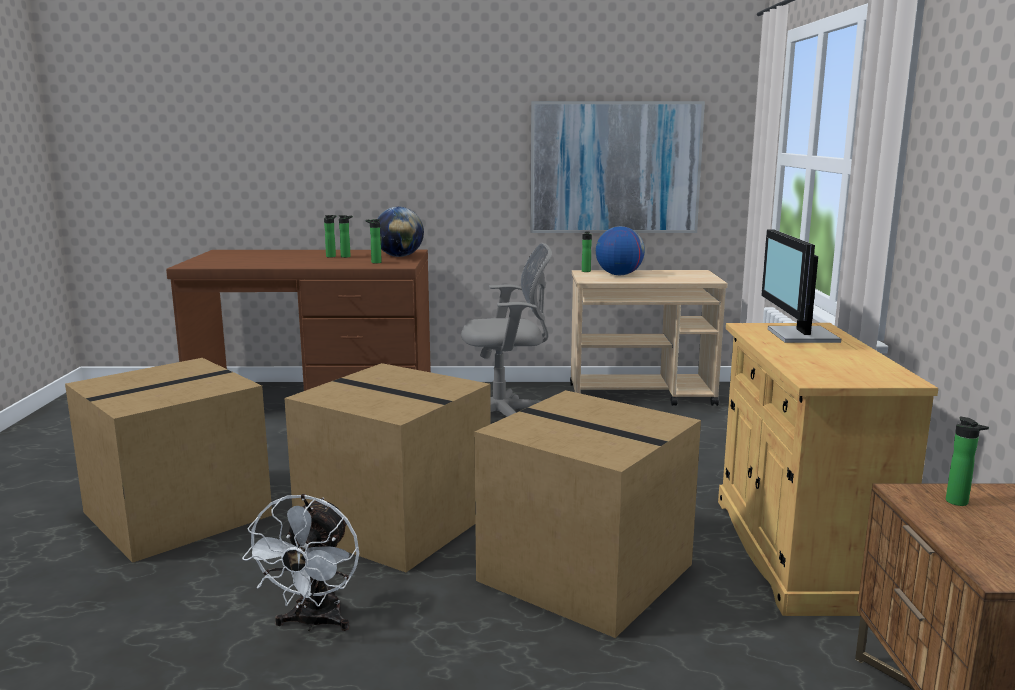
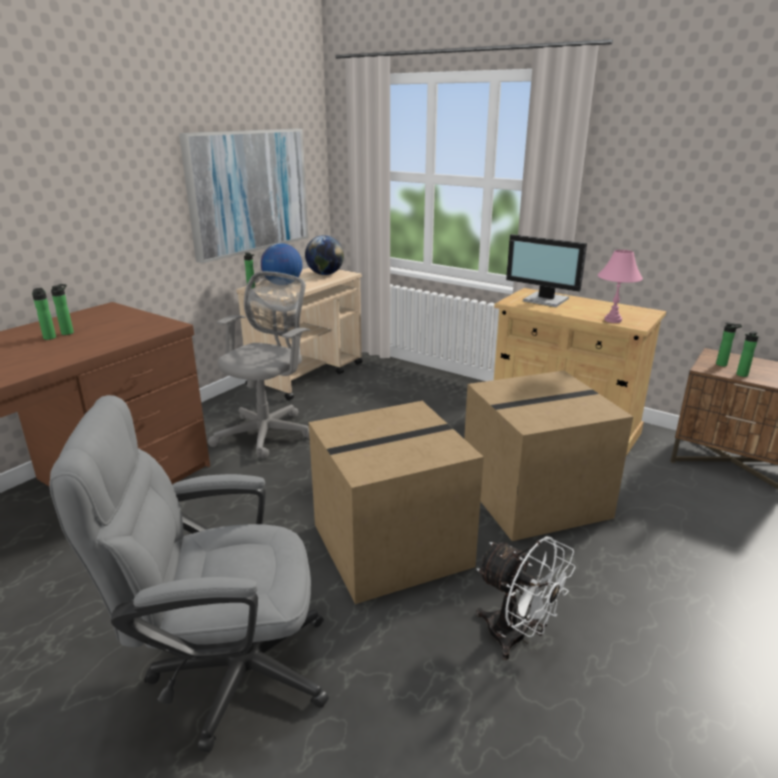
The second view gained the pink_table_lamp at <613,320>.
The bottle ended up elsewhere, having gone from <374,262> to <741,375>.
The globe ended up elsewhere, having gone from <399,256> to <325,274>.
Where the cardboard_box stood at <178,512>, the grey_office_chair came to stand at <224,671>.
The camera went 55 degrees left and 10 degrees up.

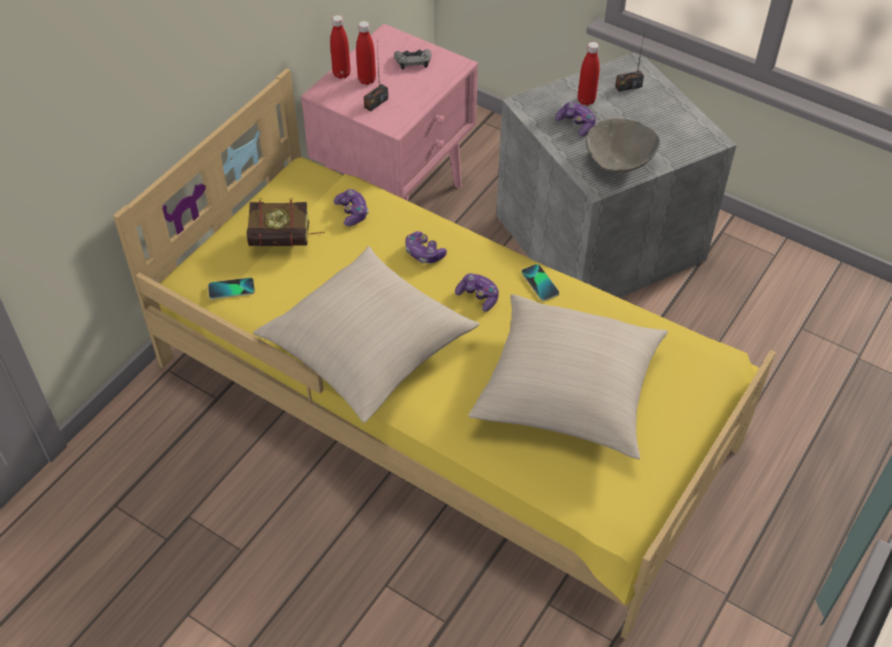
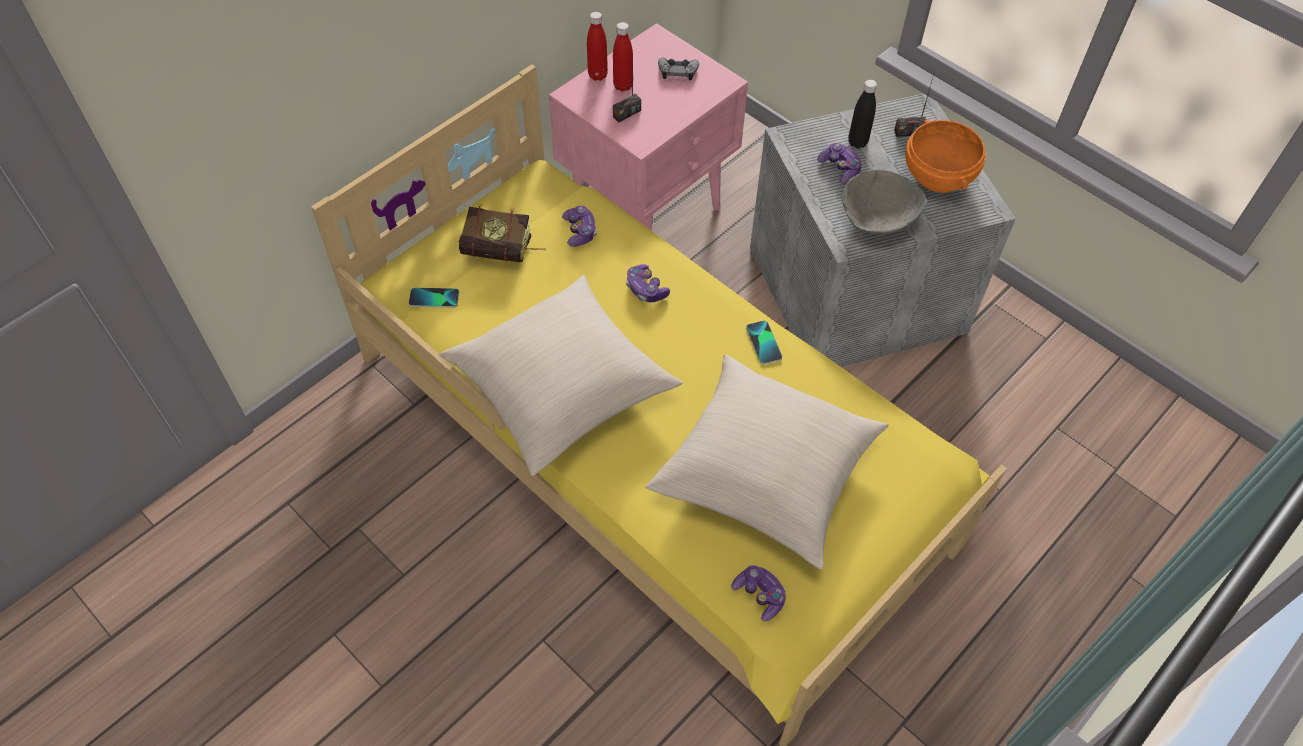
The second view gained the orange_bowl at <939,177>.
The game_controller ended up elsewhere, having gone from <478,297> to <759,595>.
What was the red_bottle at <586,100> turned into the black_bottle at <857,142>.
The camera went 10 degrees right and 5 degrees up.

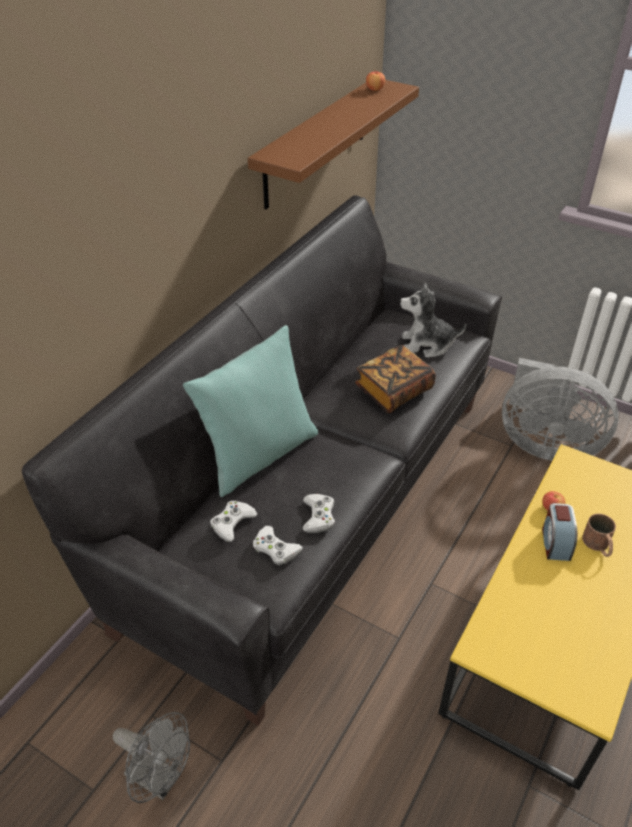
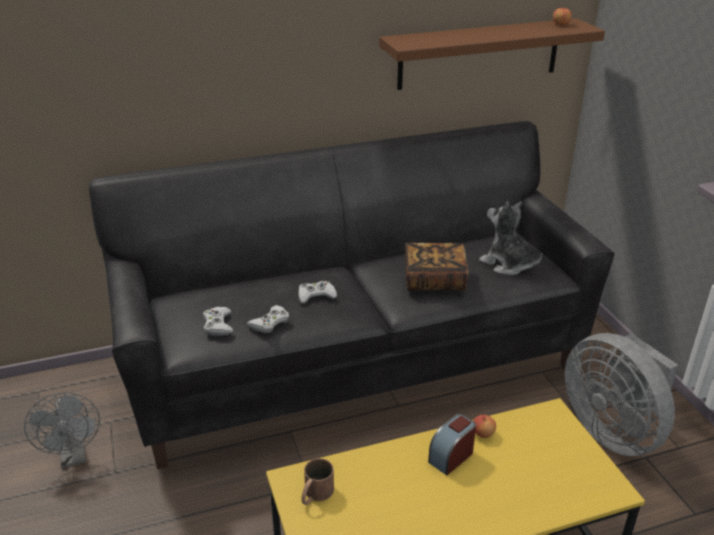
The second view lost the turquoise_pillow at <259,455>.
The white_game_controller ended up elsewhere, having gone from <232,523> to <316,295>.
The brown_mug ended up elsewhere, having gone from <598,545> to <315,494>.
The camera went 40 degrees right and 10 degrees down.

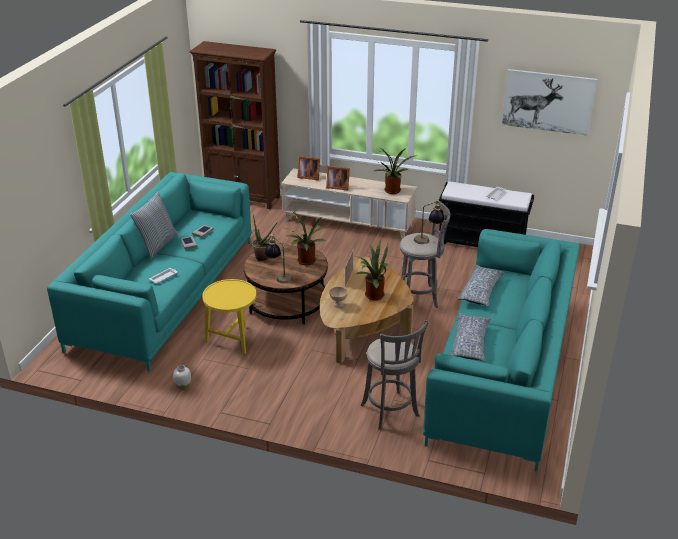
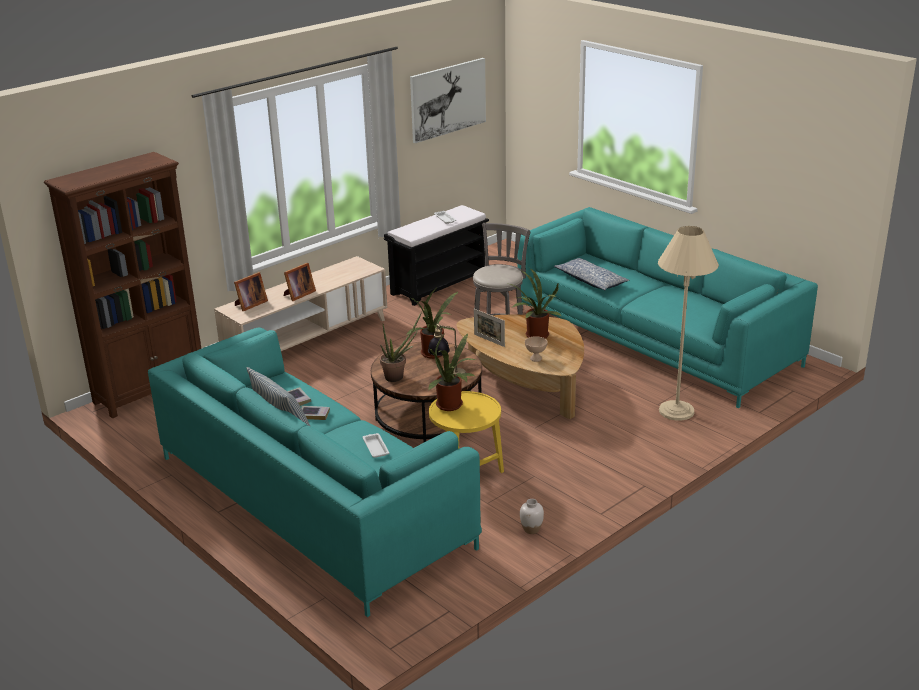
The second view lost the table_lamp at <428,240>.
The second view lost the pillow at <470,343>.
The potted_plant ended up elsewhere, having gone from <392,191> to <451,406>.
Where the grey_stool stood at <391,412>, the beige_floor_lamp came to stand at <676,411>.
The camera went 60 degrees left and 5 degrees down.

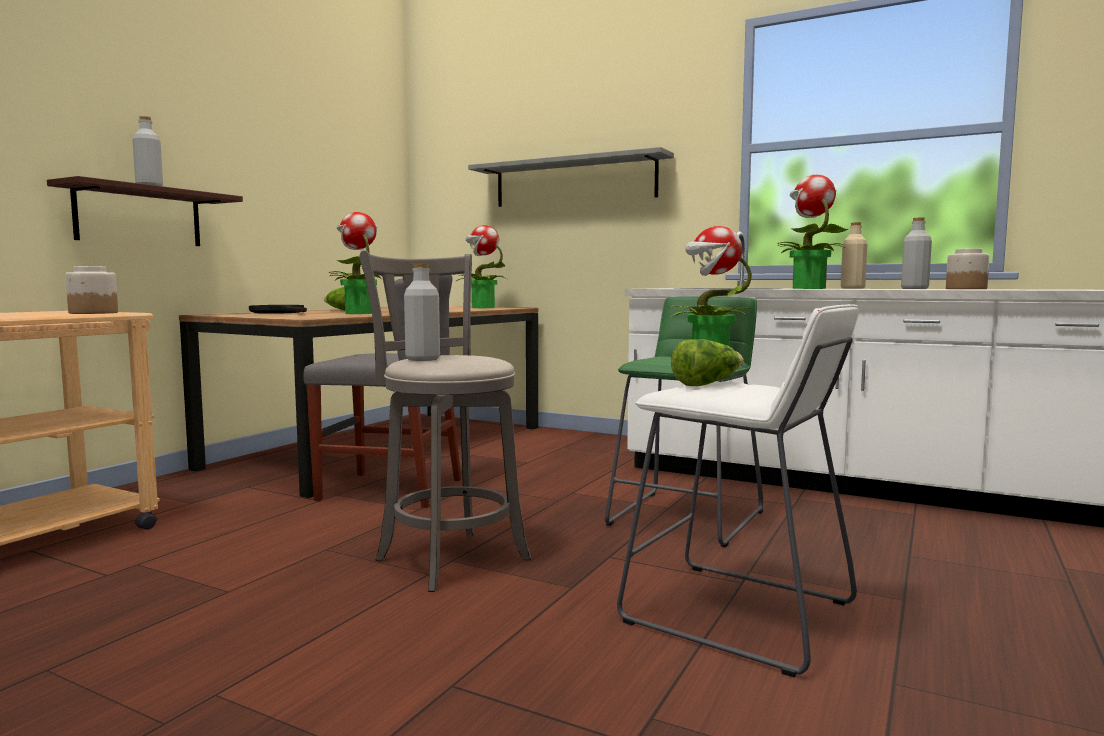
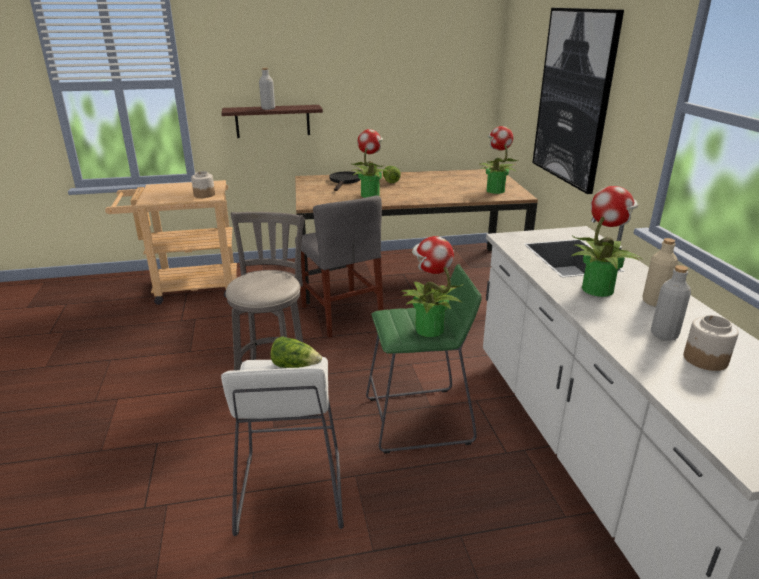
The second view lost the grey_bottle at <422,359>.
Where the grey_shelf hung at <574,182>, the picture came to hang at <574,98>.
The camera went 50 degrees right and 20 degrees up.

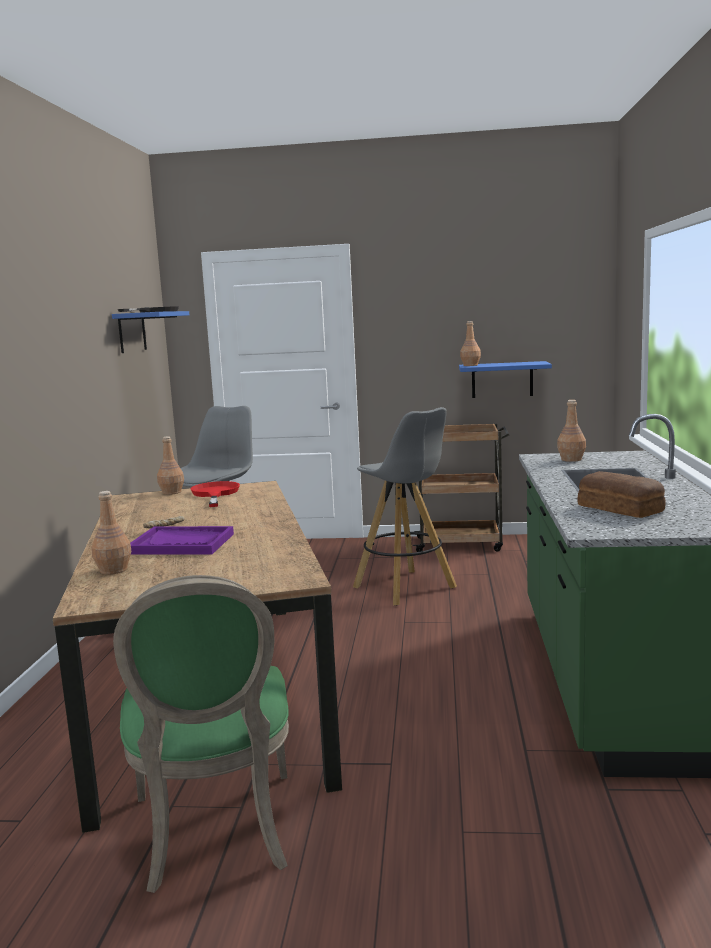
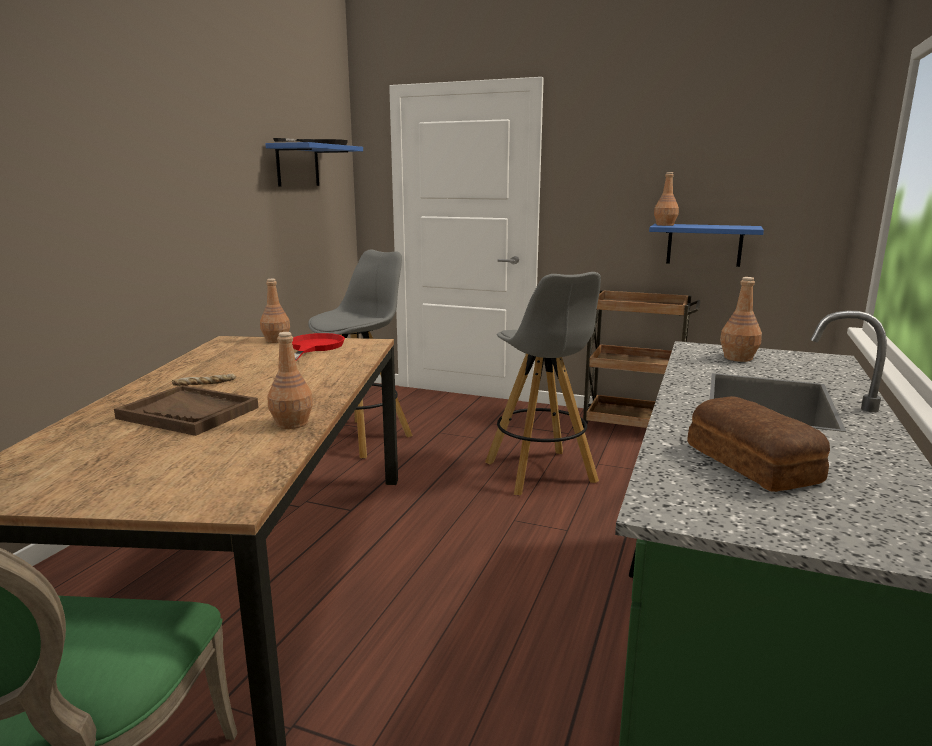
The brown_bottle ended up elsewhere, having gone from <113,570> to <291,423>.
What was the purple_tray at <182,544> turned into the brown_tray at <189,413>.
The camera went 15 degrees right and 5 degrees up.

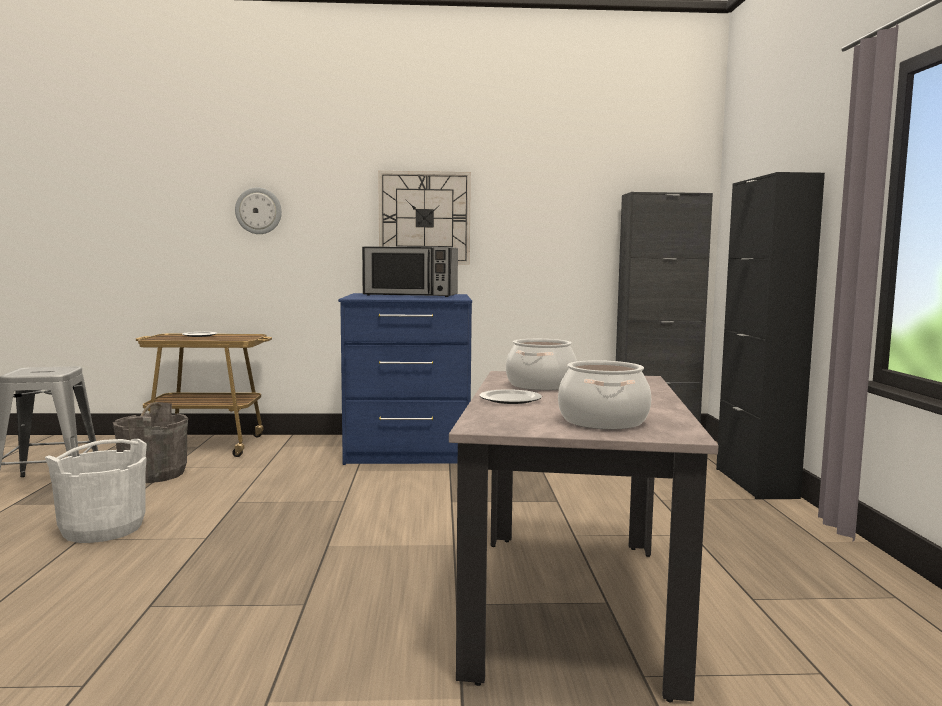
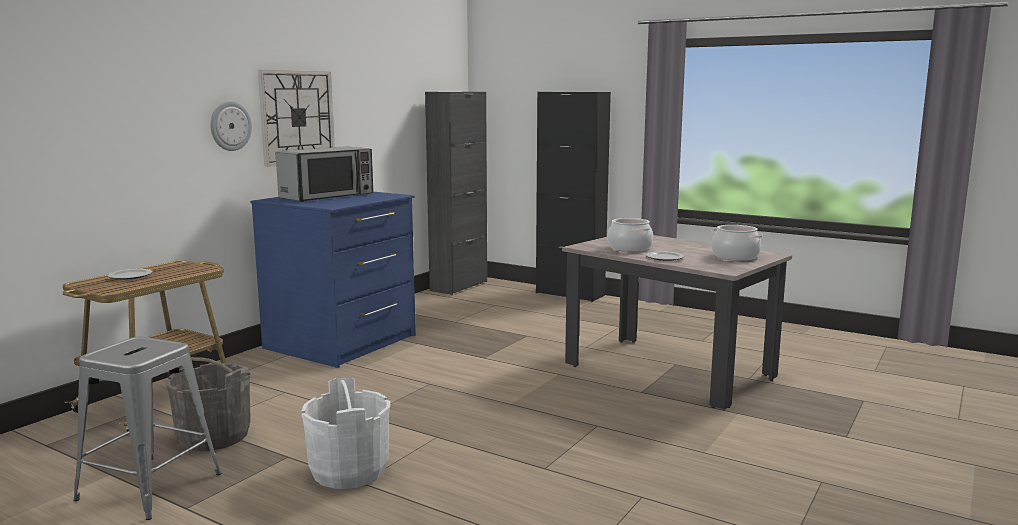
The wall_clock ended up elsewhere, having gone from <258,211> to <230,126>.
The camera went 55 degrees left and 5 degrees up.

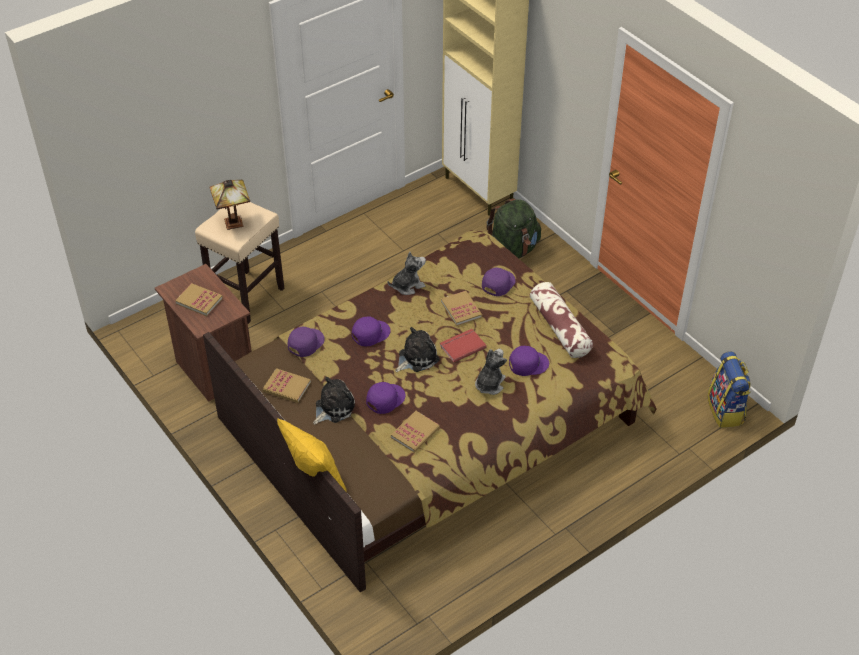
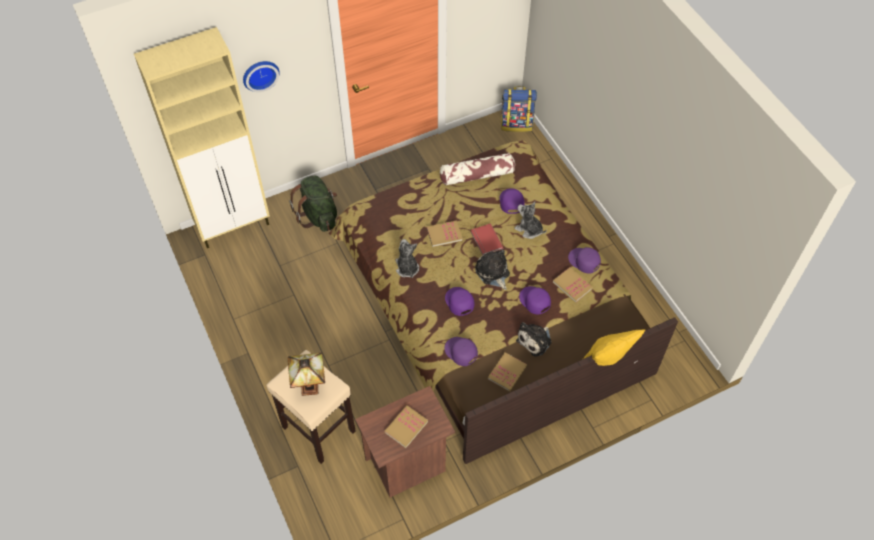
The second view gained the wall_clock at <260,74>.
The purple_cap ended up elsewhere, having gone from <497,283> to <584,261>.
The plush_toy at <334,407> ended up facing another way, 105 degrees counterclockwise from before.
The camera went 80 degrees left and 10 degrees up.

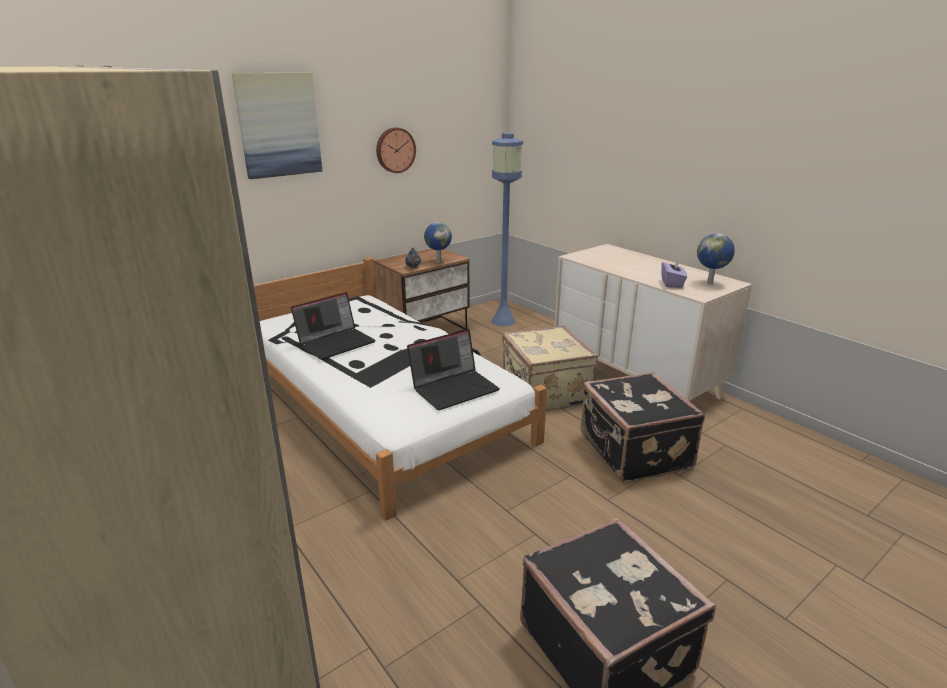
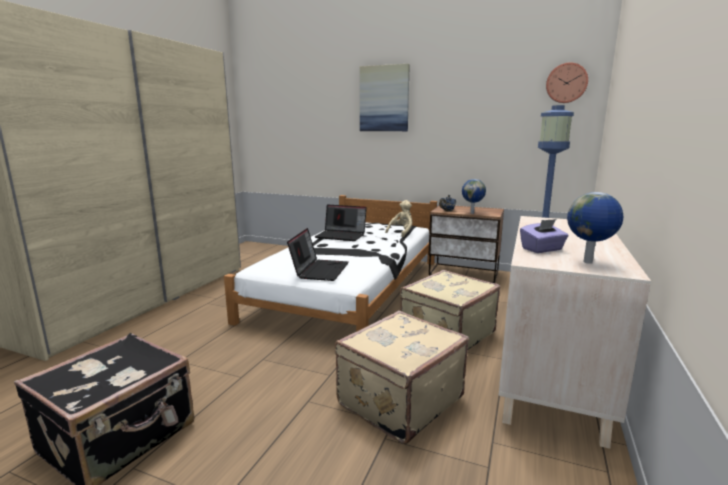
The second view gained the beige_plush_toy at <401,232>.
The wall_clock ended up elsewhere, having gone from <395,150> to <566,83>.
What was the black_suitcase at <633,452> turned into the beige_suitcase at <398,400>.
The laptop at <454,388> ended up facing another way, 105 degrees counterclockwise from before.
The camera went 60 degrees right and 10 degrees down.

